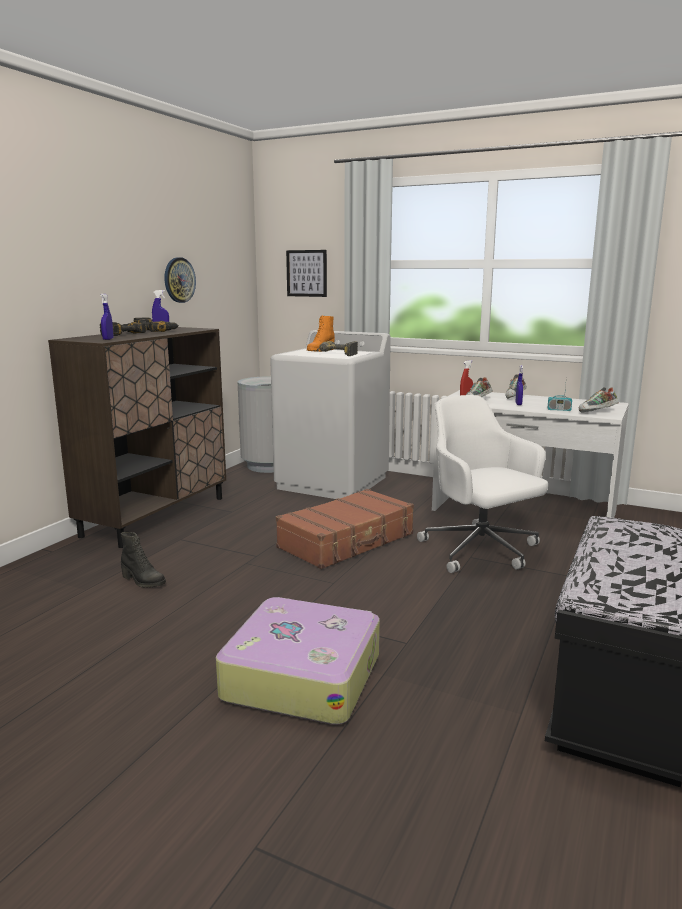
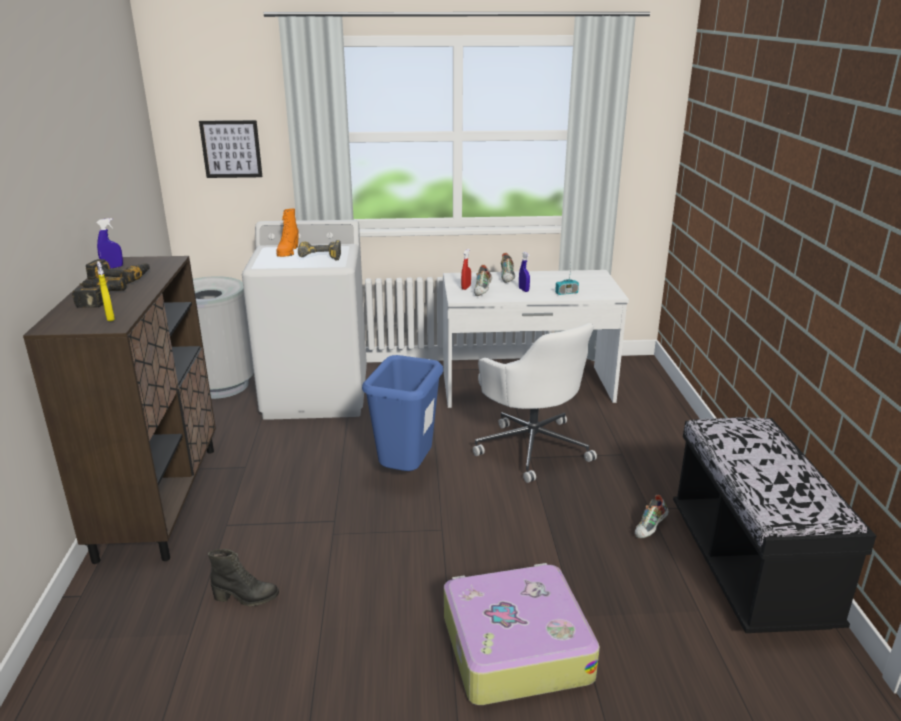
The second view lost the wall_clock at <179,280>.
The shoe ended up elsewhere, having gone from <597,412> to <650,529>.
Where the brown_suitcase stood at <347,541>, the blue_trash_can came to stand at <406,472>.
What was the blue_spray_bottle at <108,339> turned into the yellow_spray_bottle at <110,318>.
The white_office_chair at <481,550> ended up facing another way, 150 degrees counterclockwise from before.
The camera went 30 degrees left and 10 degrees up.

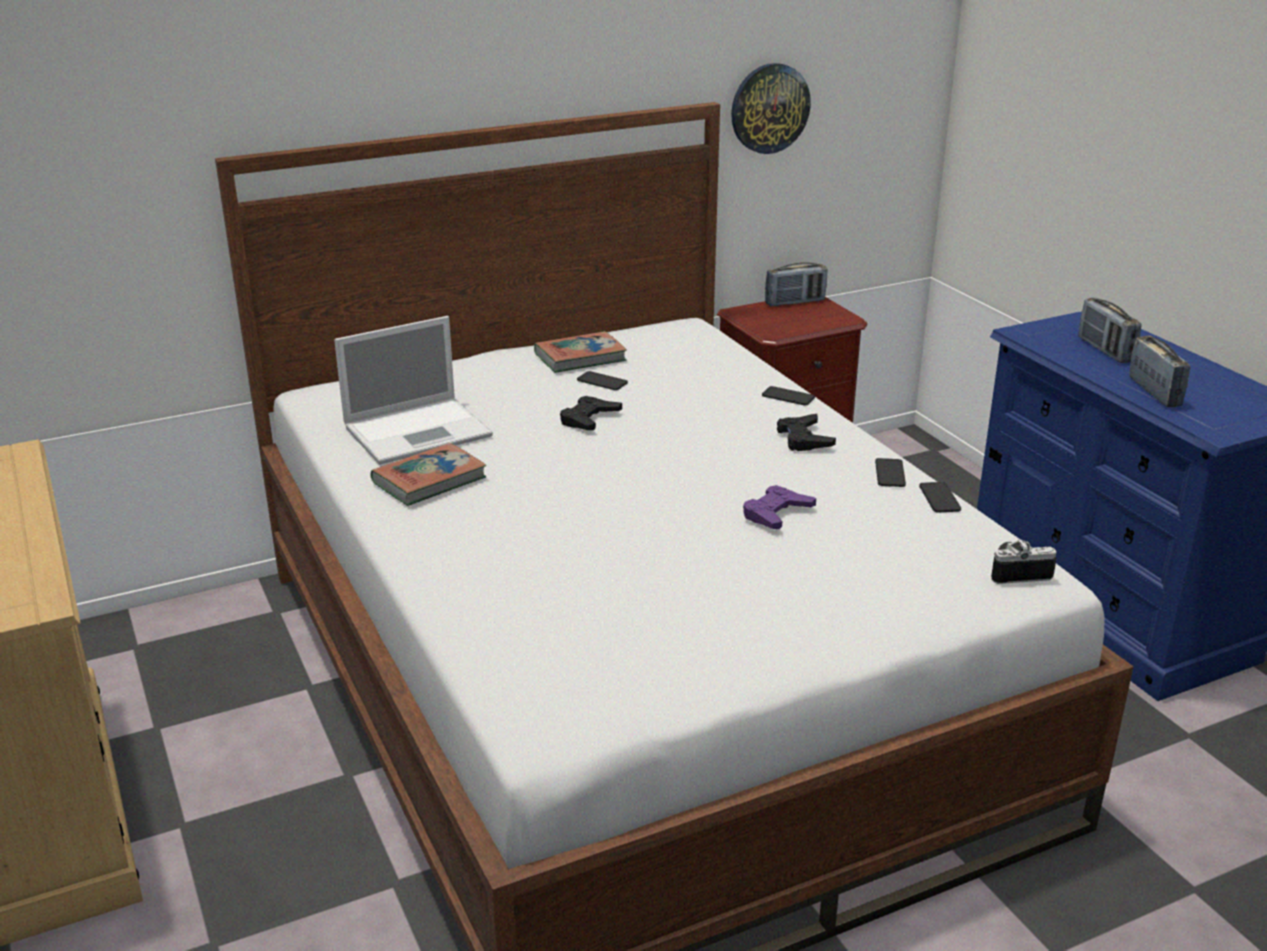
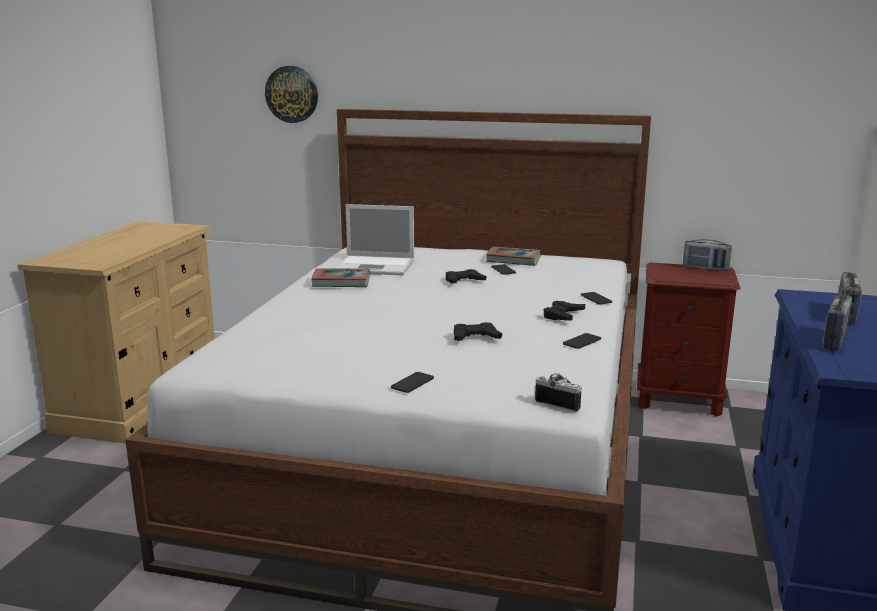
The wall_clock ended up elsewhere, having gone from <769,108> to <292,94>.
The phone ended up elsewhere, having gone from <939,498> to <412,383>.
What was the purple_game_controller at <776,514> turned into the black_game_controller at <475,337>.
The camera went 40 degrees right and 10 degrees down.

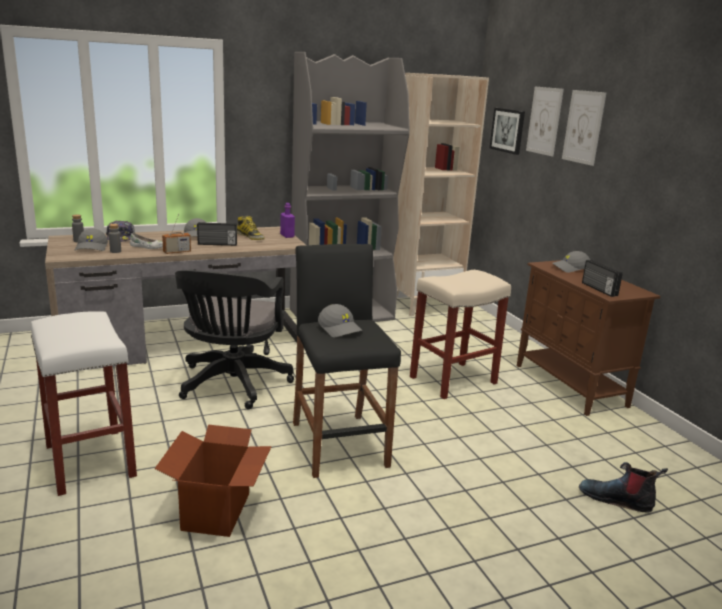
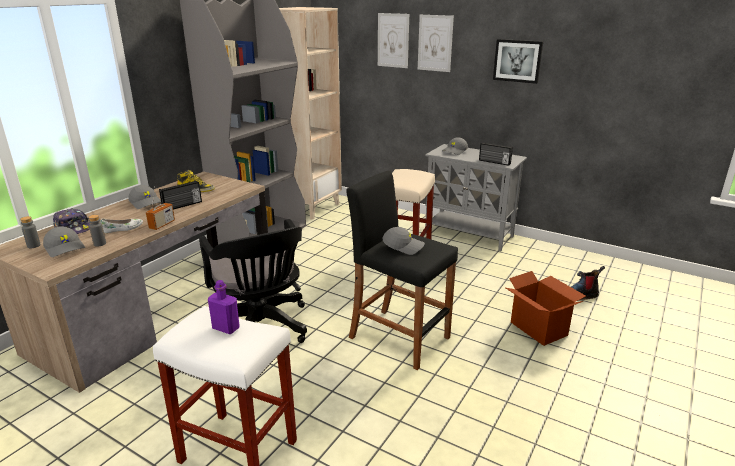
The cardboard_box ended up elsewhere, having gone from <217,511> to <539,328>.
The purple_bottle ended up elsewhere, having gone from <287,236> to <226,328>.
The picture ended up elsewhere, having gone from <508,130> to <517,61>.
What was the brown_cabinet at <571,386> turned into the grey_cabinet at <469,234>.
The camera went 35 degrees left and 5 degrees up.

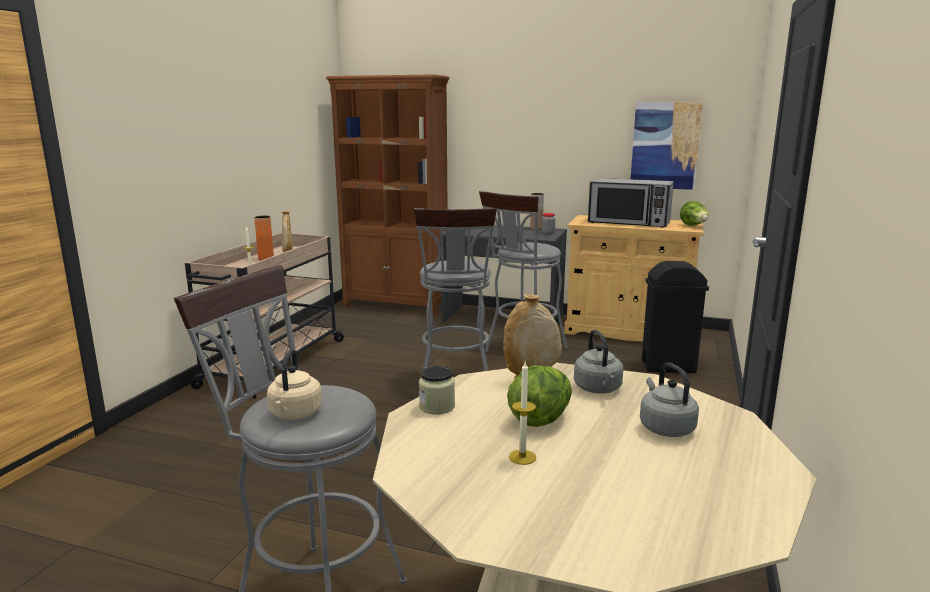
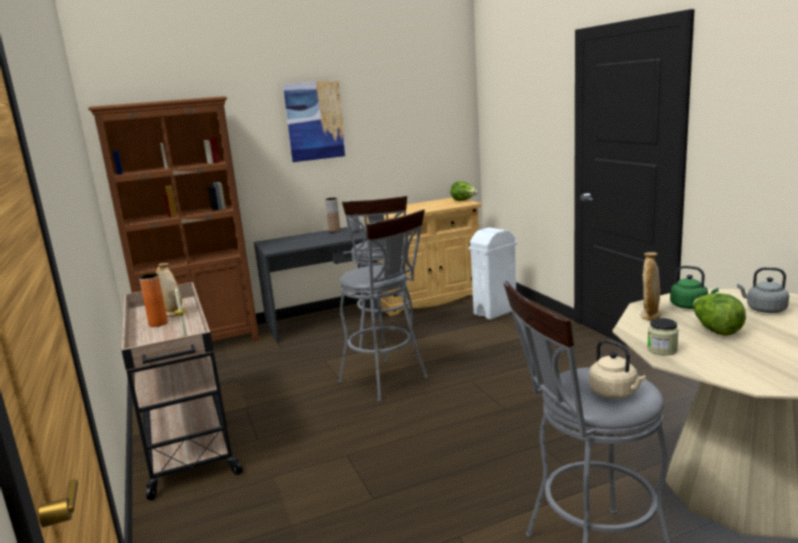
The second view lost the candle at <522,457>.
The second view lost the microwave at <629,222>.
The picture ended up elsewhere, having gone from <665,146> to <315,121>.
What was the grey_kettle at <598,389> turned into the green_kettle at <690,306>.
What was the black_trash_can at <669,367> turned into the white_trash_can at <495,312>.
The camera went 40 degrees left and 0 degrees up.

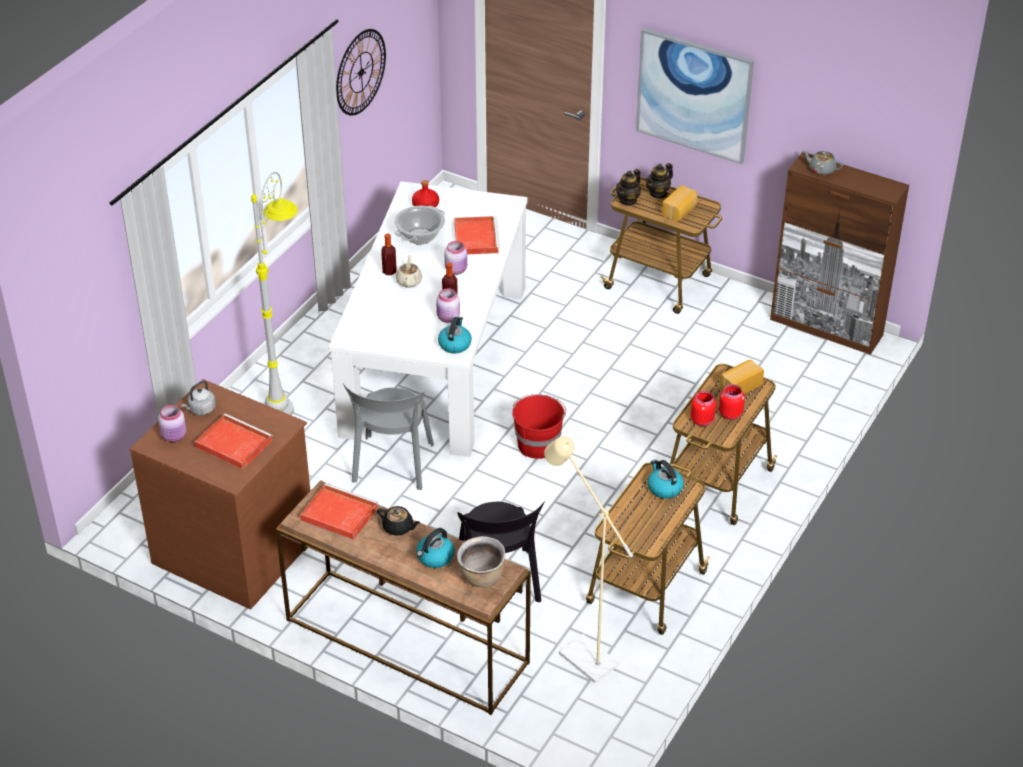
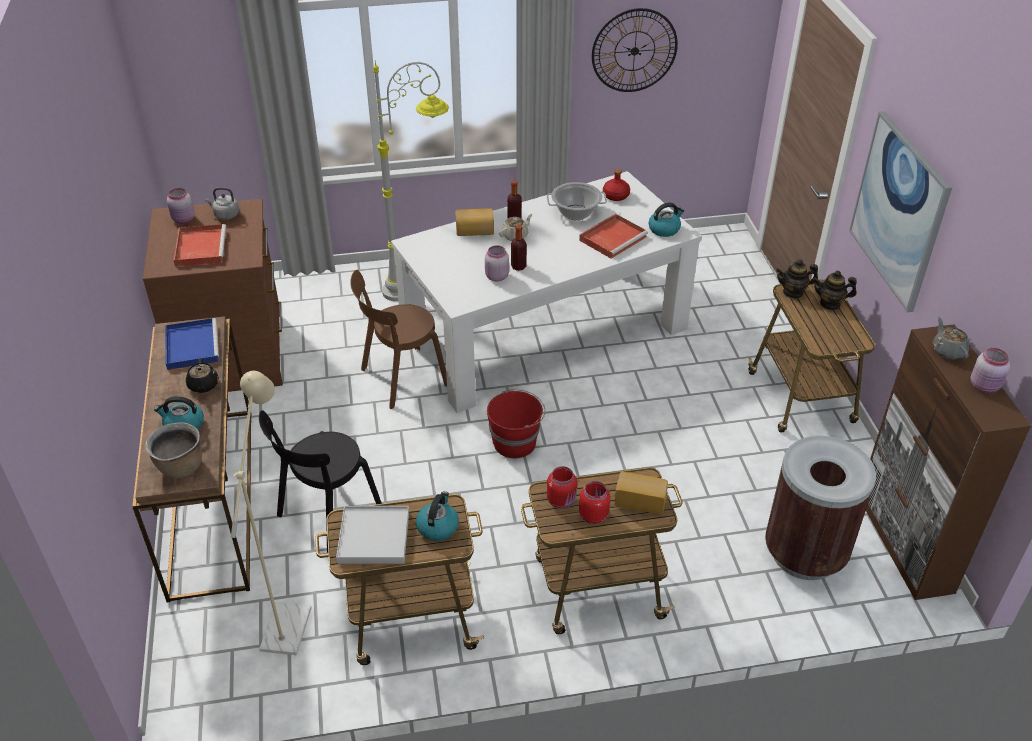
The second view gained the white_tray at <373,537>.
The second view gained the brown_trash_can at <805,553>.
The kettle ended up elsewhere, having gone from <454,344> to <664,229>.
The pink_jar ended up elsewhere, having gone from <456,269> to <985,386>.
The bread ended up elsewhere, having gone from <680,211> to <475,231>.
What was the red_tray at <337,514> turned into the blue_tray at <191,345>.
What was the grey_chair at <392,466> turned into the brown_chair at <400,379>.
The camera went 50 degrees right and 0 degrees up.

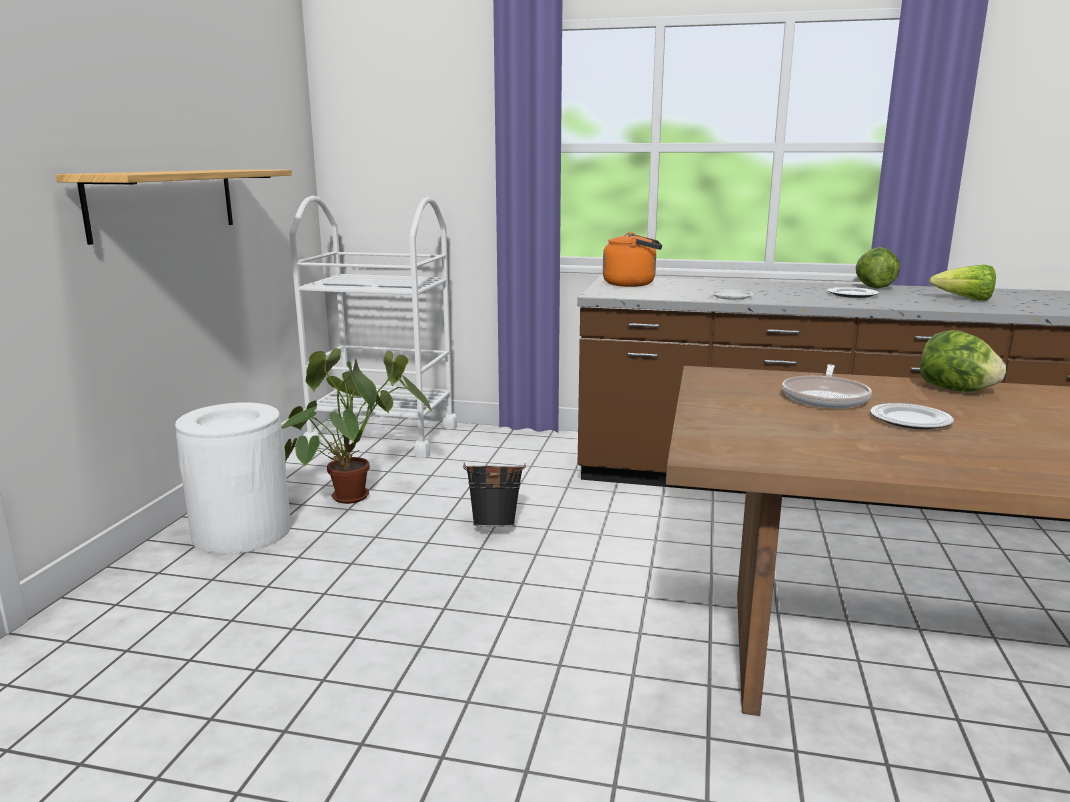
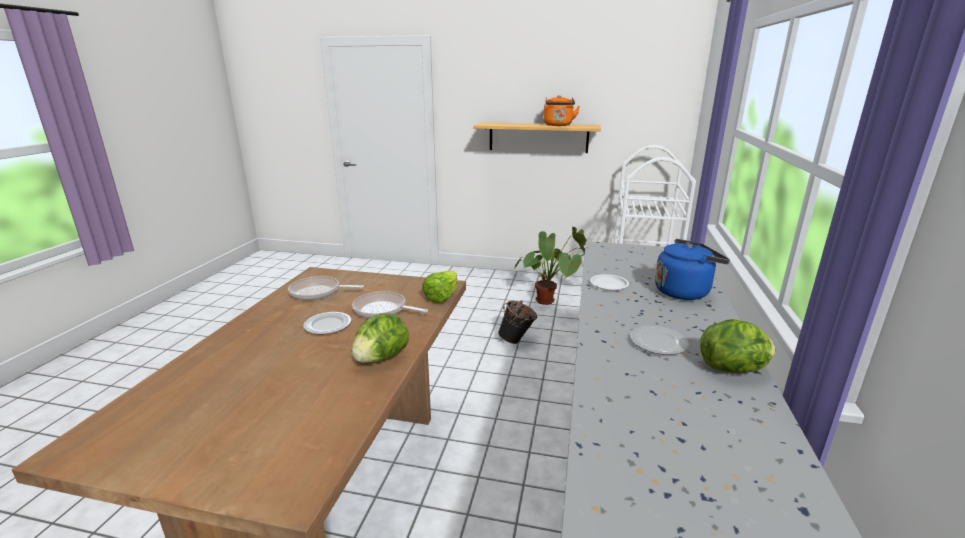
The second view lost the white_trash_can at <241,532>.
The second view gained the frying_pan at <318,292>.
The second view gained the blue_kettle at <684,291>.
The orange_kettle ended up elsewhere, having gone from <632,284> to <558,125>.
The lettuce ended up elsewhere, having gone from <965,299> to <442,297>.
The camera went 90 degrees right and 5 degrees up.

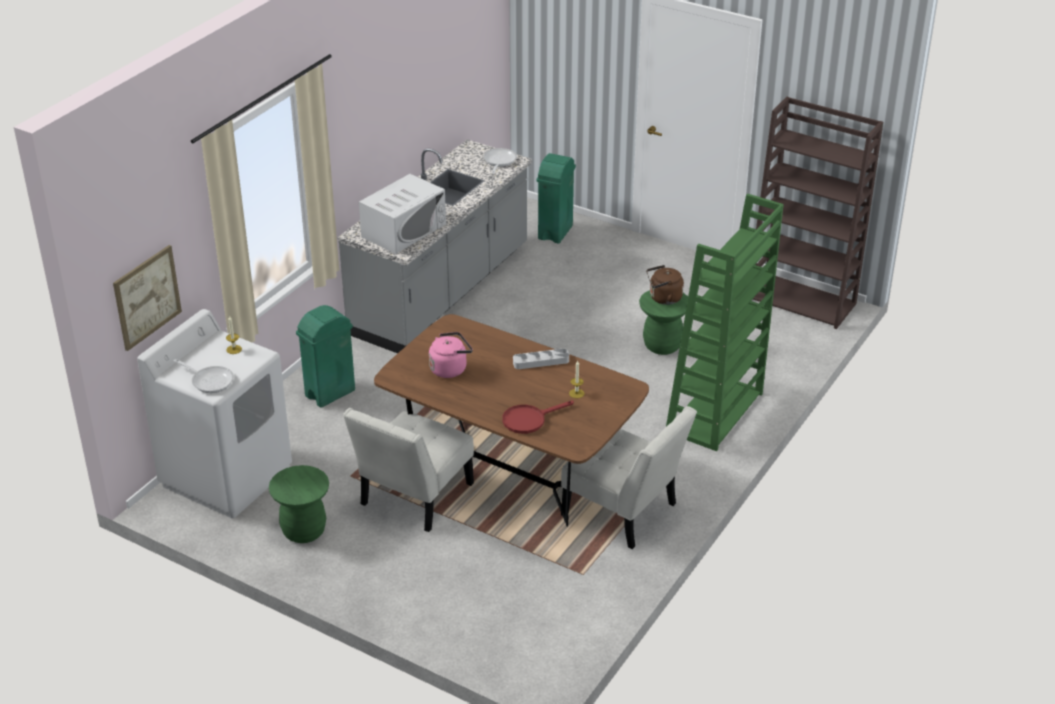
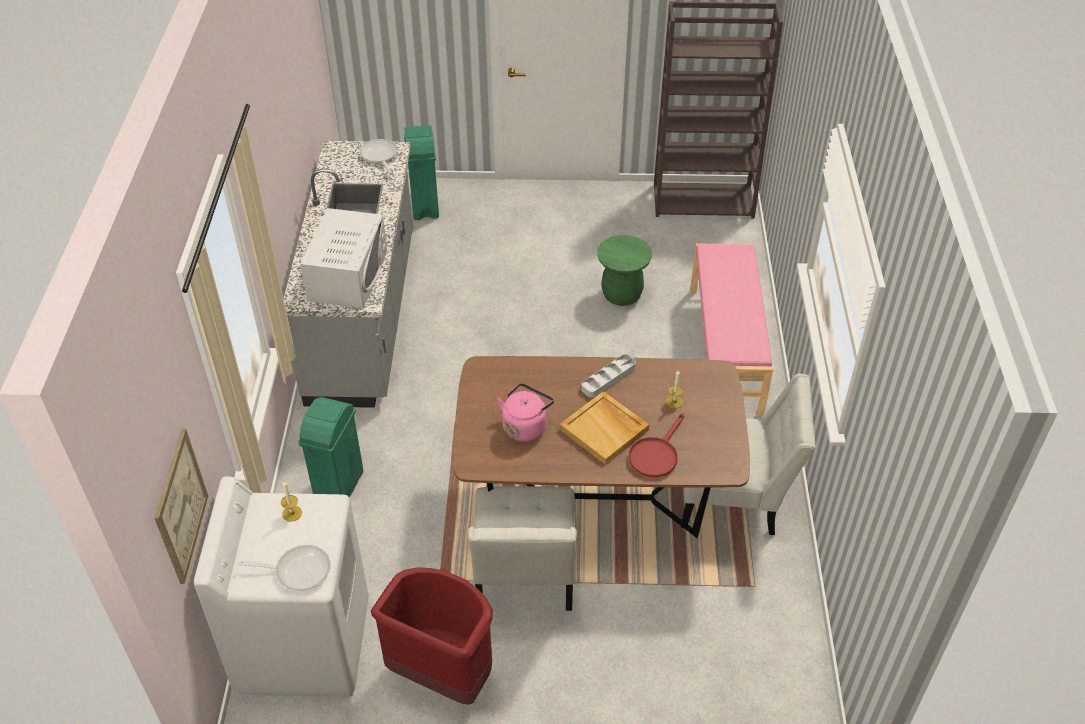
The second view lost the brown_kettle at <663,298>.
The second view gained the beige_tray at <605,430>.
Where the green_stool stood at <304,530>, the red_trash_can came to stand at <442,673>.
Where the green_bookcase stood at <715,413>, the pink_bench came to stand at <726,350>.
The camera went 30 degrees left and 10 degrees up.

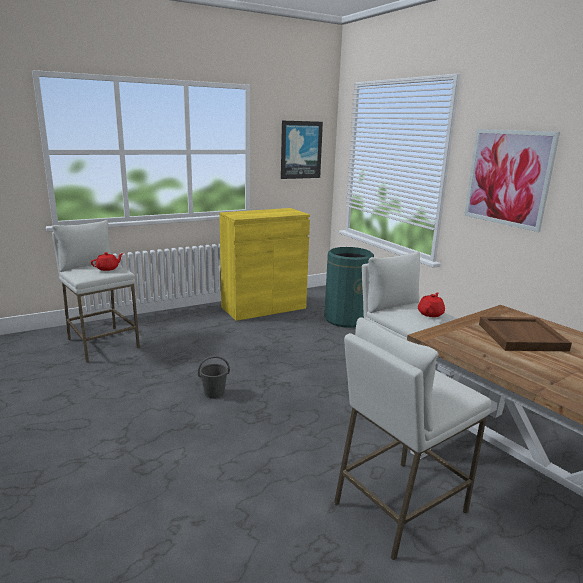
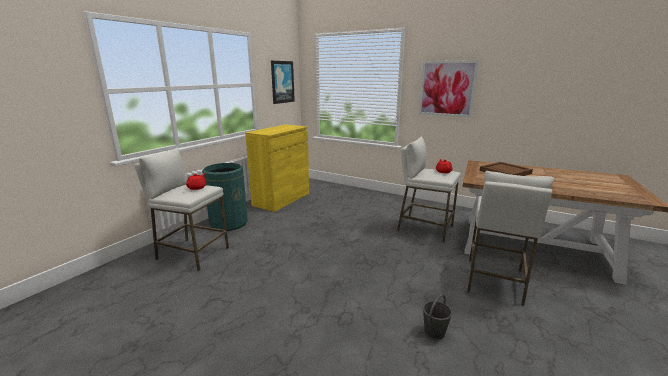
The grey_bucket ended up elsewhere, having gone from <214,393> to <434,331>.
The green_trash_can ended up elsewhere, having gone from <346,319> to <229,223>.
The camera went 30 degrees left and 0 degrees up.

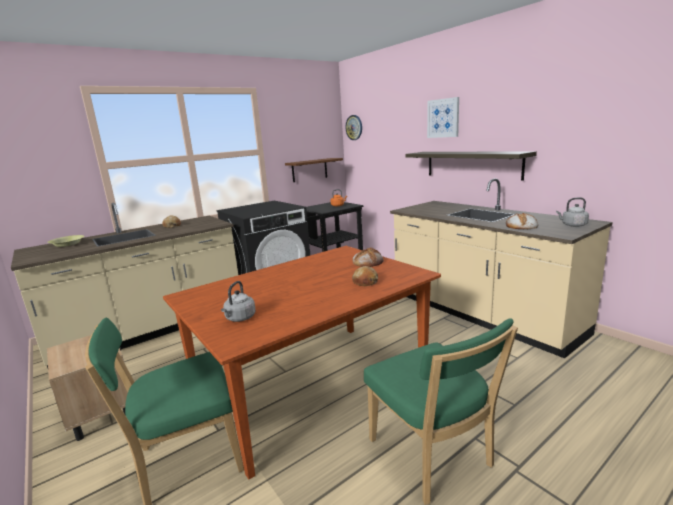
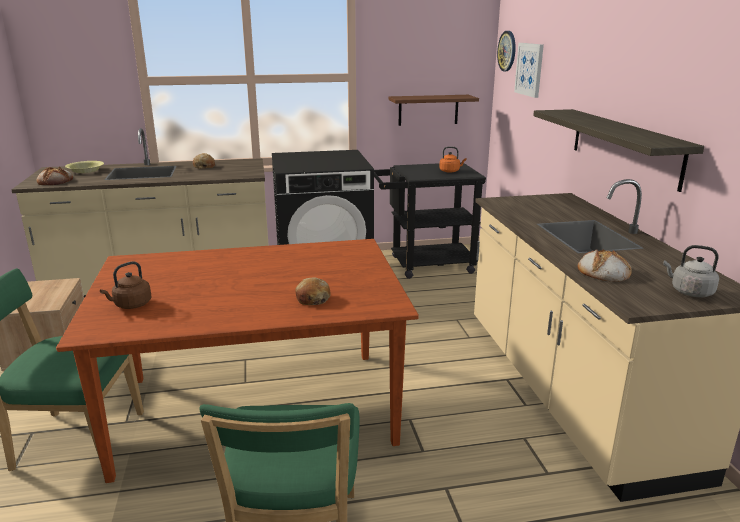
The bread ended up elsewhere, having gone from <368,262> to <55,181>.
The picture ended up elsewhere, having gone from <443,118> to <529,69>.
What was the grey_kettle at <239,318> turned into the brown_kettle at <131,305>.
The camera went 25 degrees right and 5 degrees up.

